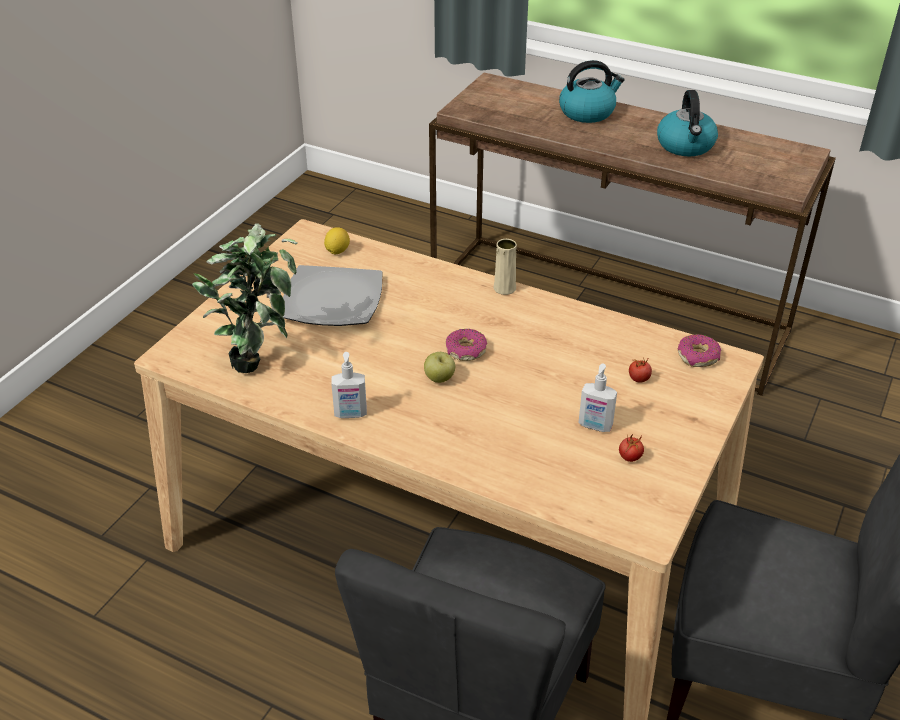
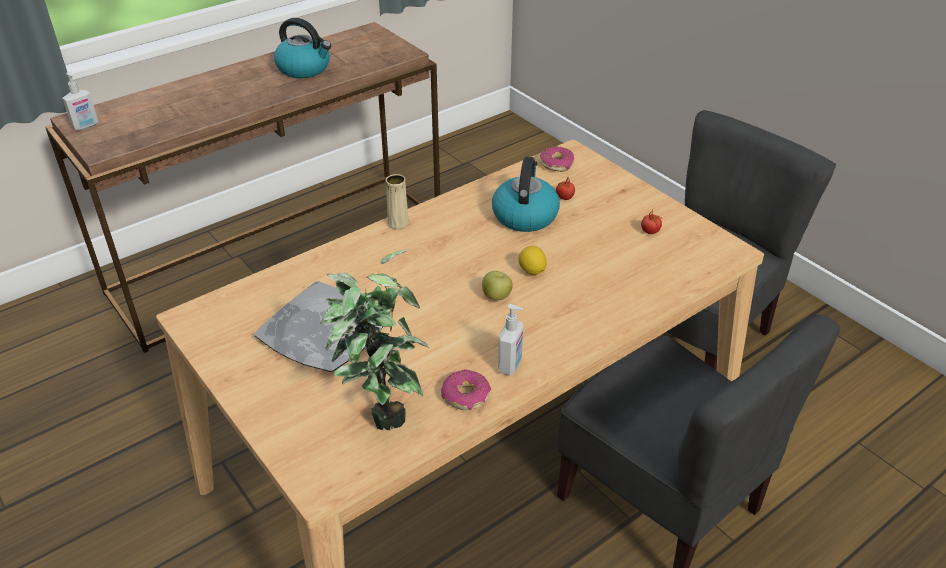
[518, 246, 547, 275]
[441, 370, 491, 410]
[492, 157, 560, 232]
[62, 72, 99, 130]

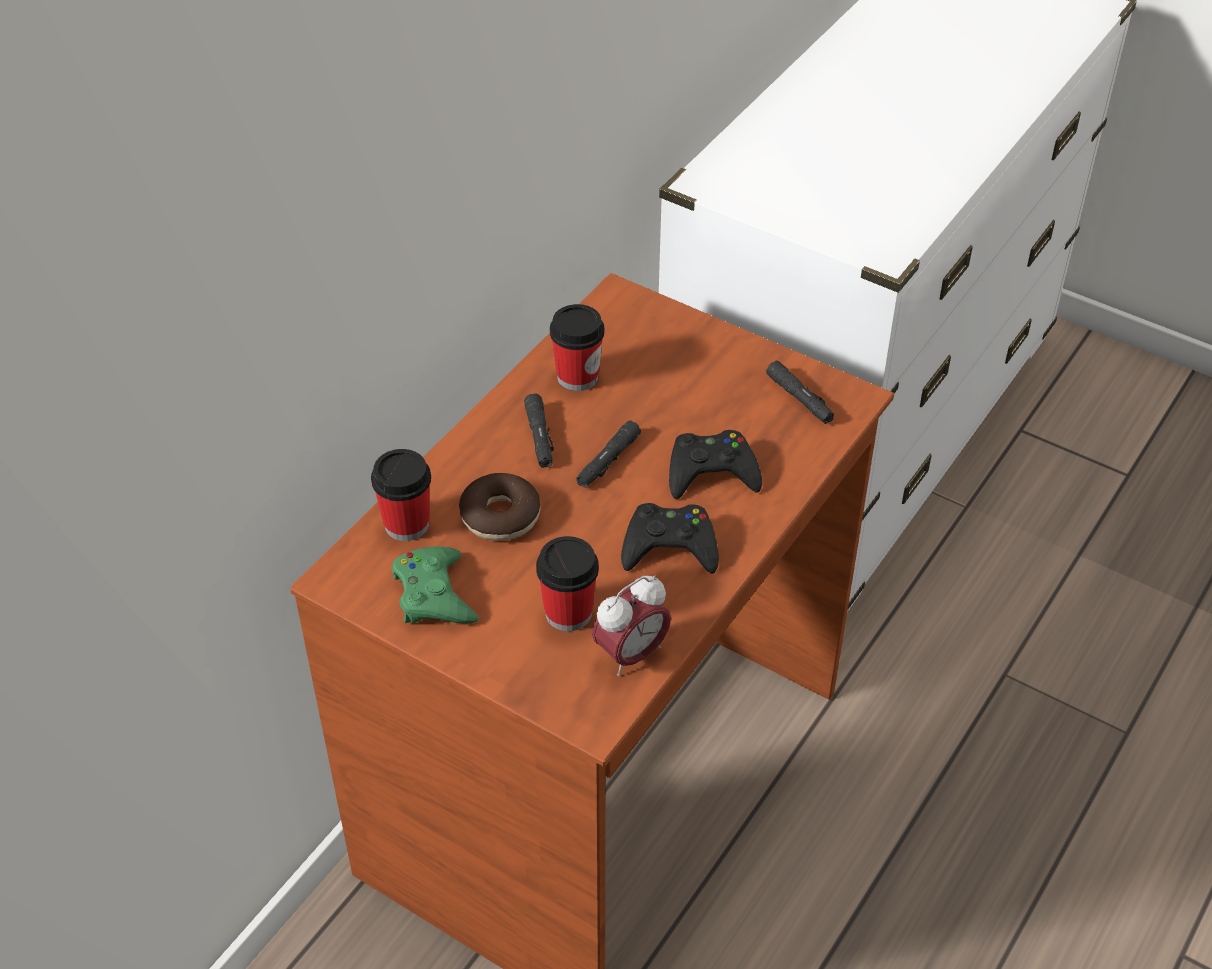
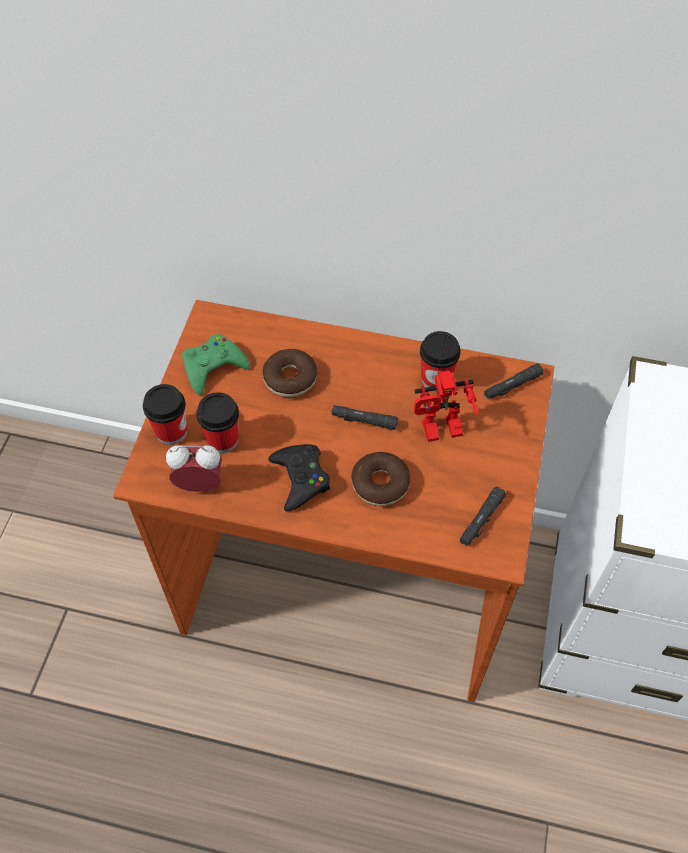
[414, 370, 478, 442]
[143, 384, 187, 445]
[484, 363, 544, 399]
[351, 452, 410, 506]
[166, 445, 222, 492]

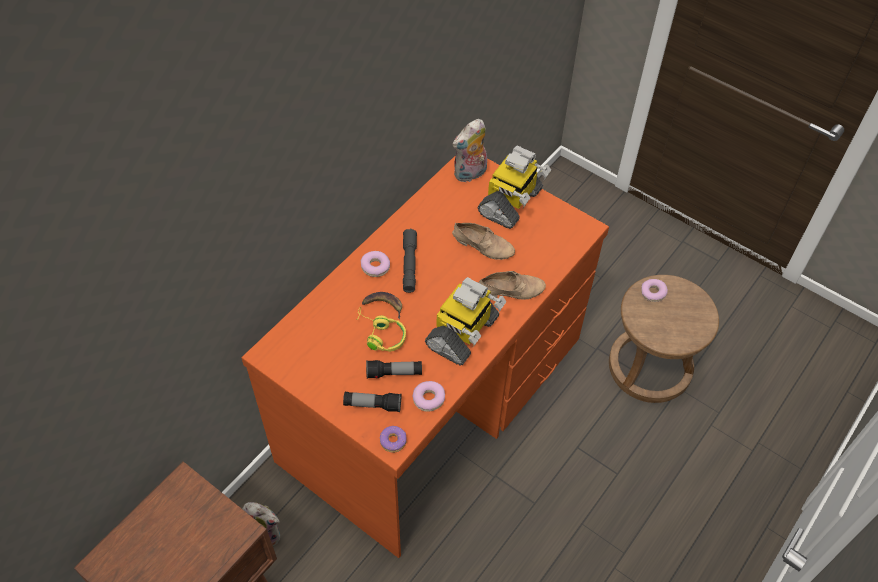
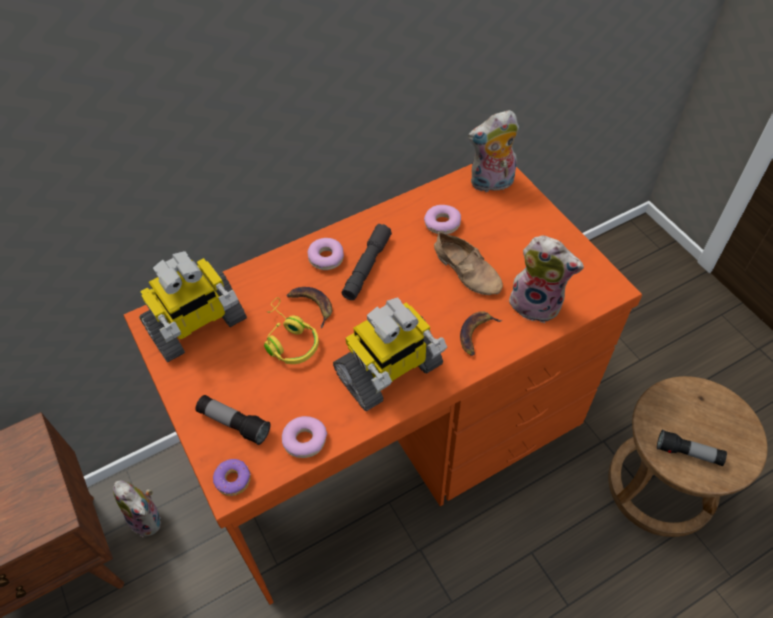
[507, 235, 584, 323]
[657, 429, 727, 466]
[139, 251, 247, 363]
[424, 205, 461, 235]
[460, 311, 502, 356]

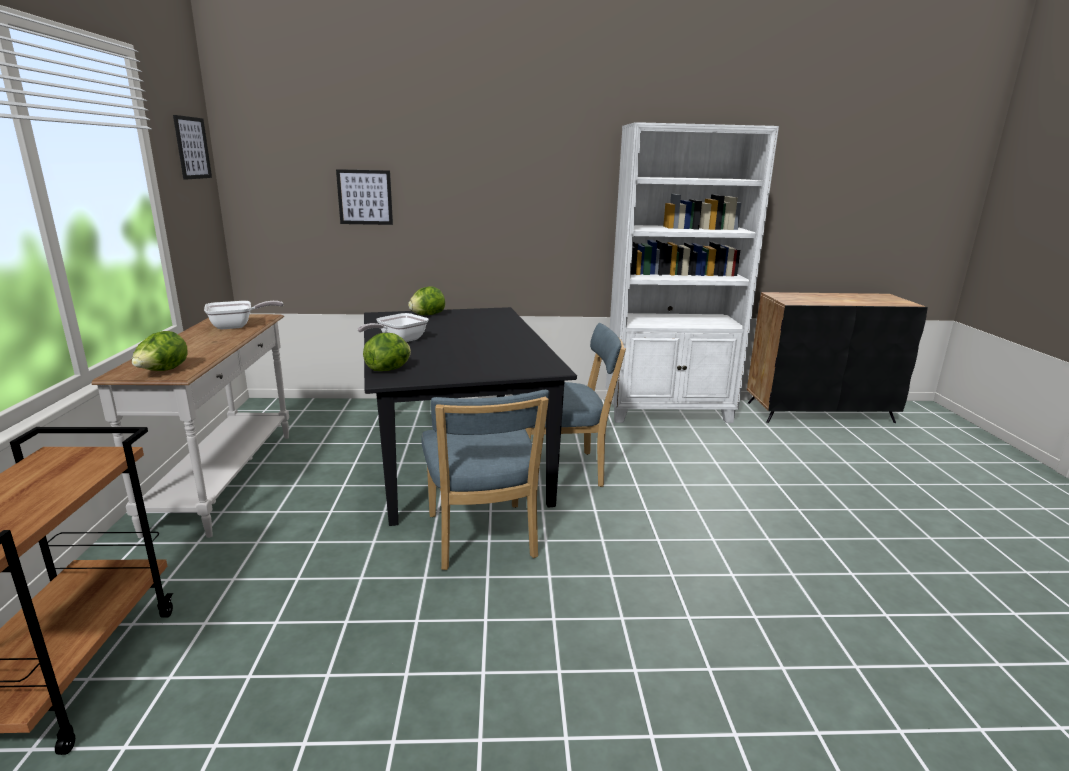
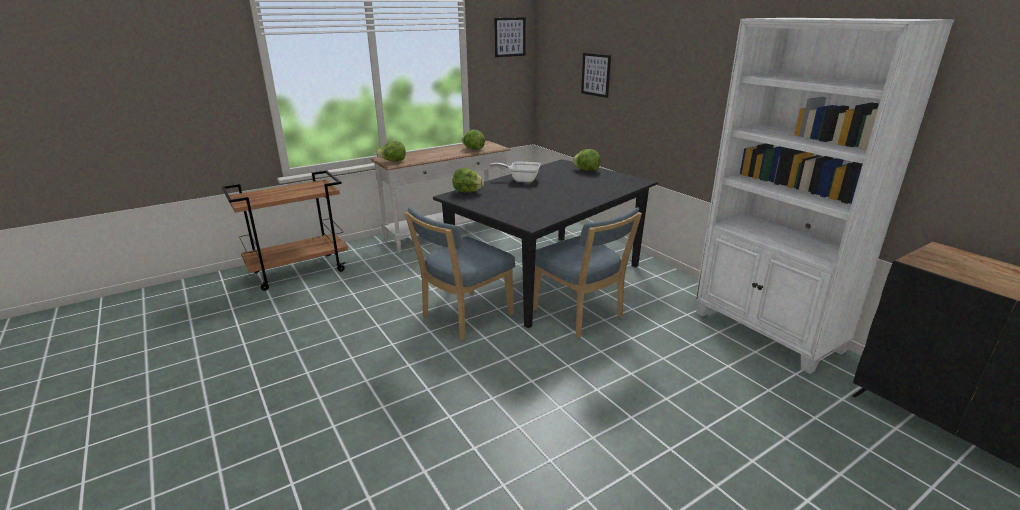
[462, 130, 485, 150]

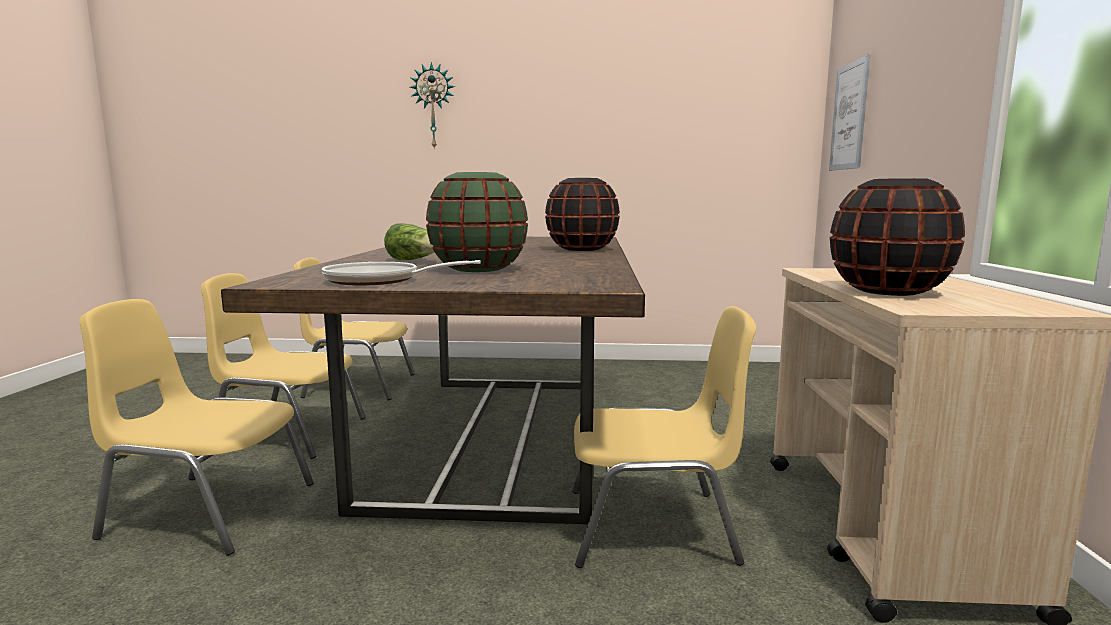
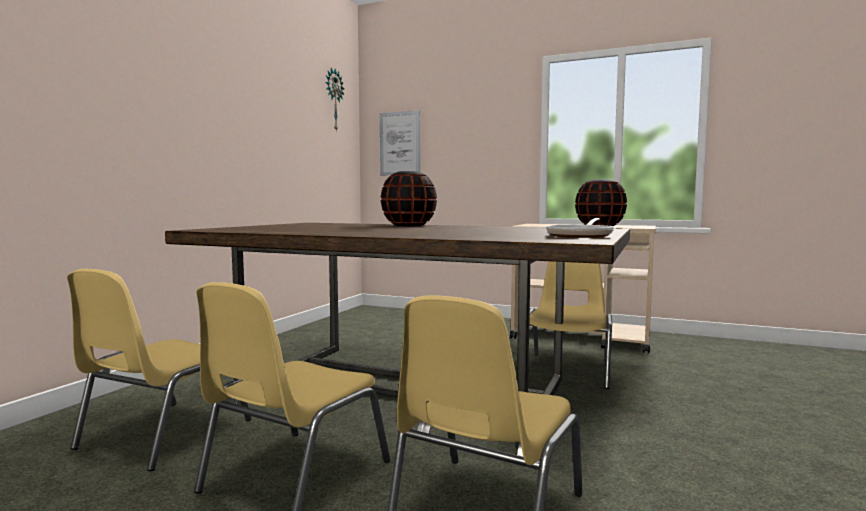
[384, 223, 434, 260] (first image)
[426, 172, 528, 272] (first image)
[326, 68, 344, 130]

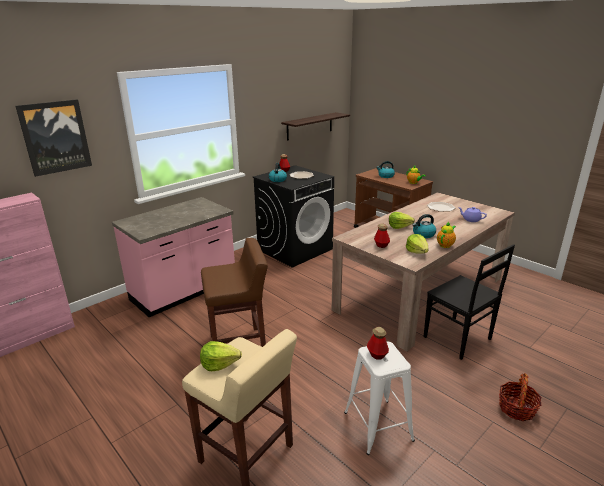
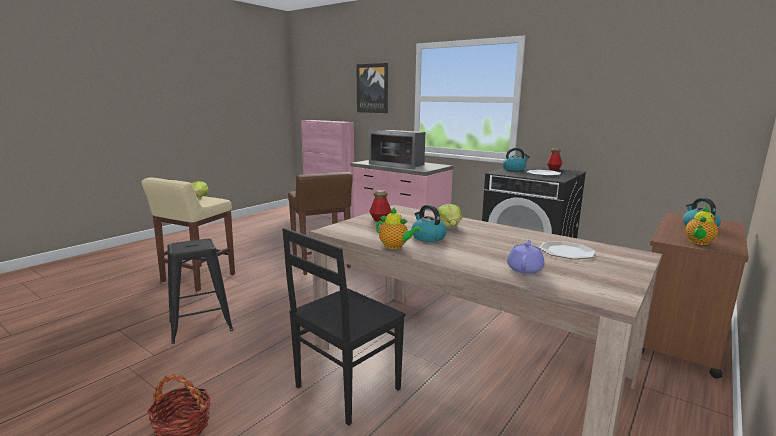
[281, 112, 350, 141] (first image)
[367, 327, 389, 360] (first image)
[406, 234, 428, 254] (first image)
[369, 130, 425, 169]
[167, 239, 233, 344]

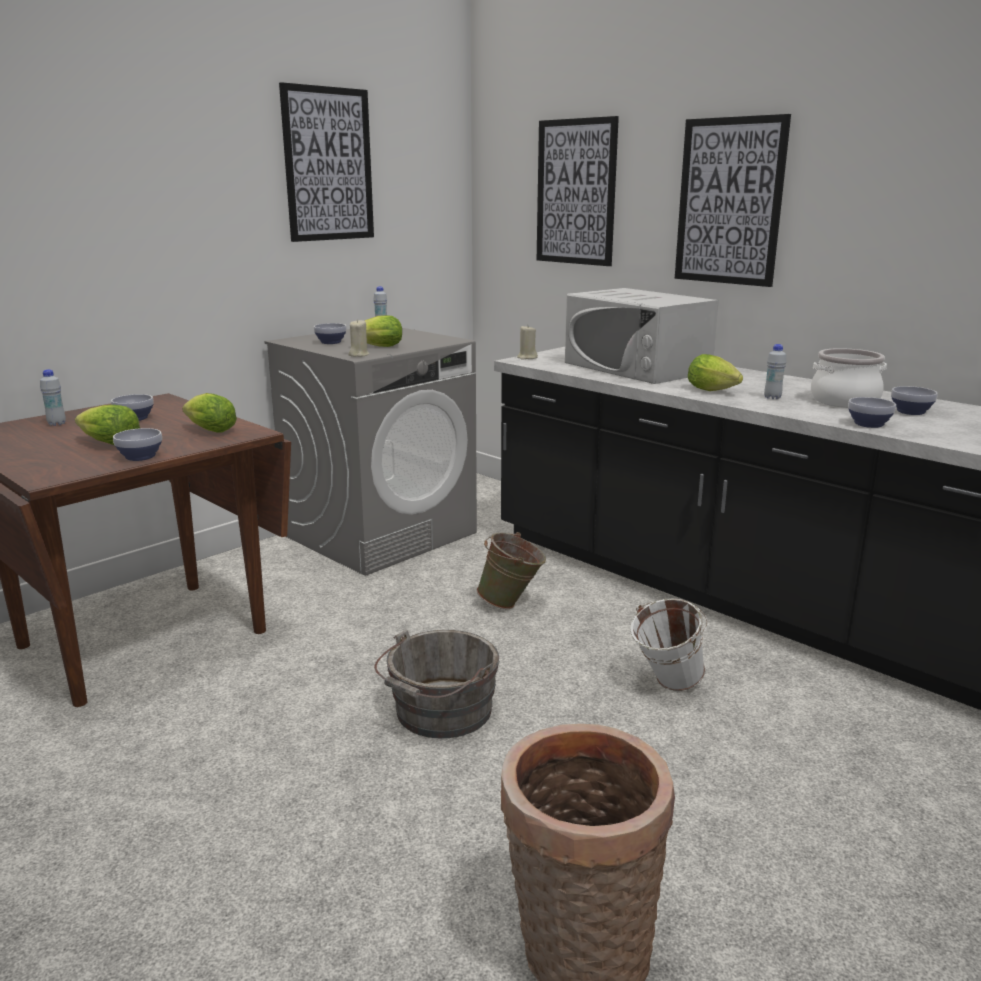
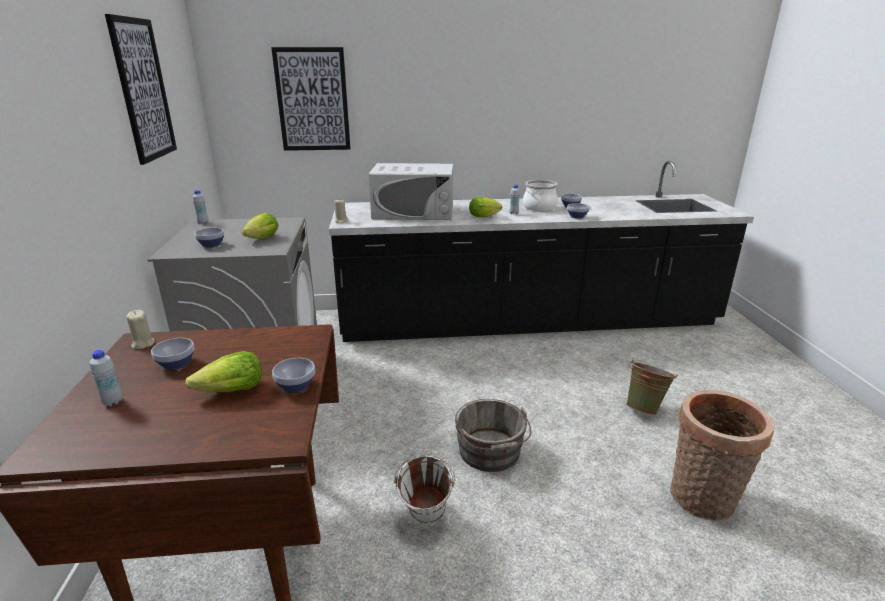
[182, 393, 237, 433] (first image)
[675, 114, 791, 287] (first image)
[126, 310, 155, 349]
[626, 359, 677, 415]
[394, 455, 455, 523]

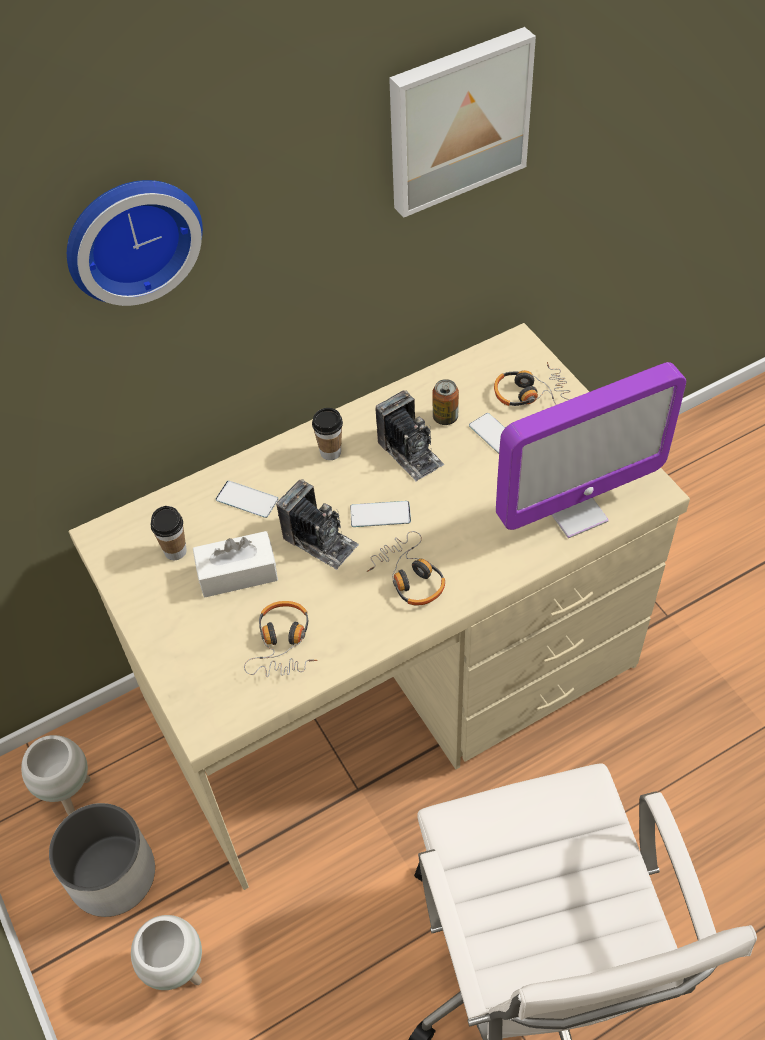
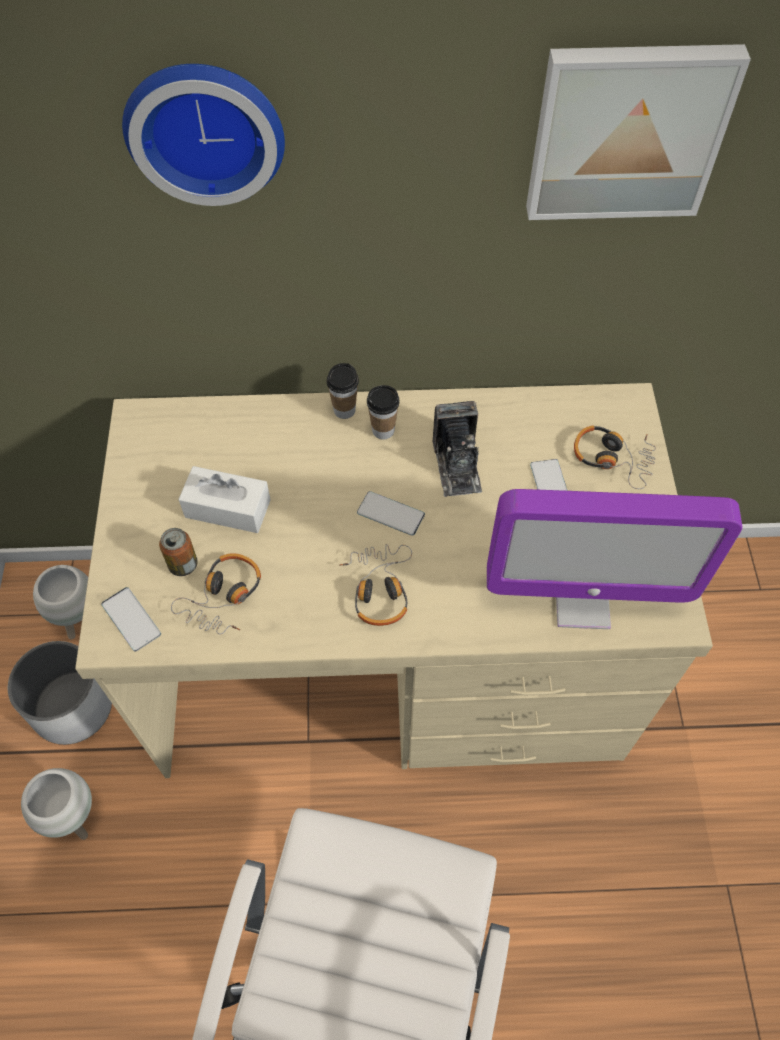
[276, 479, 359, 570] (first image)
[327, 363, 359, 419]
[101, 587, 161, 652]
[159, 528, 198, 576]

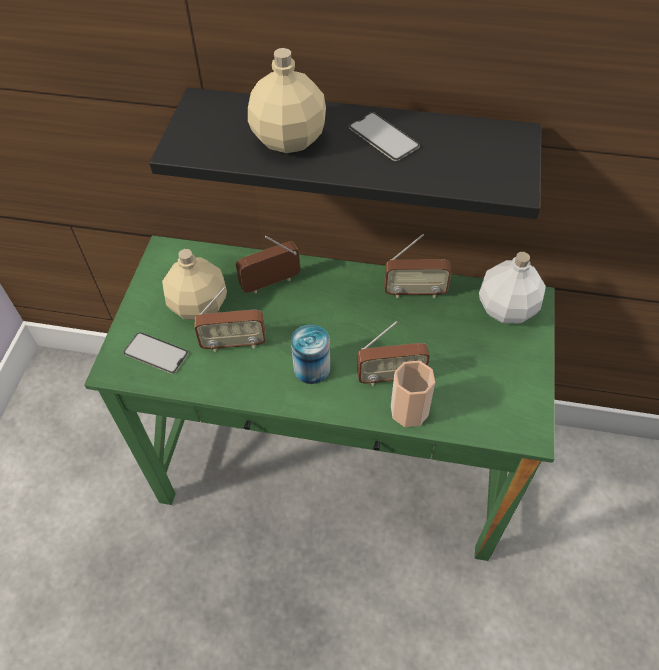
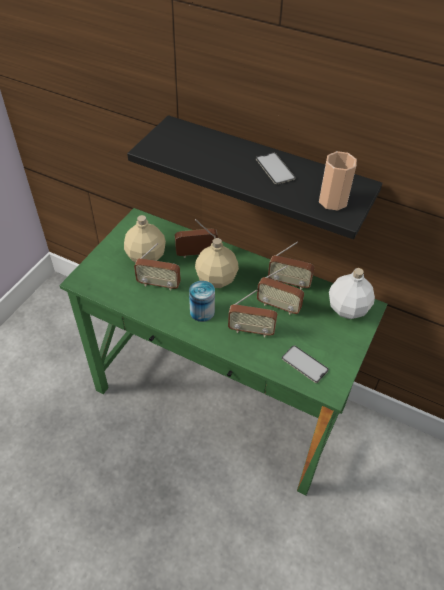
[257, 266, 304, 315]
[282, 346, 329, 383]
[195, 238, 239, 288]
[319, 151, 357, 211]

